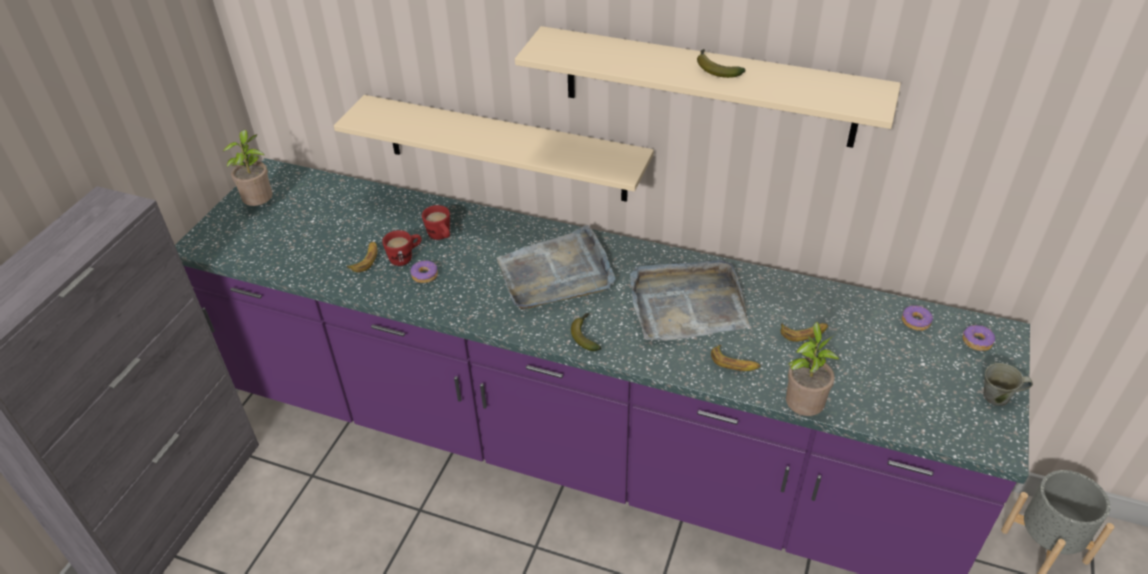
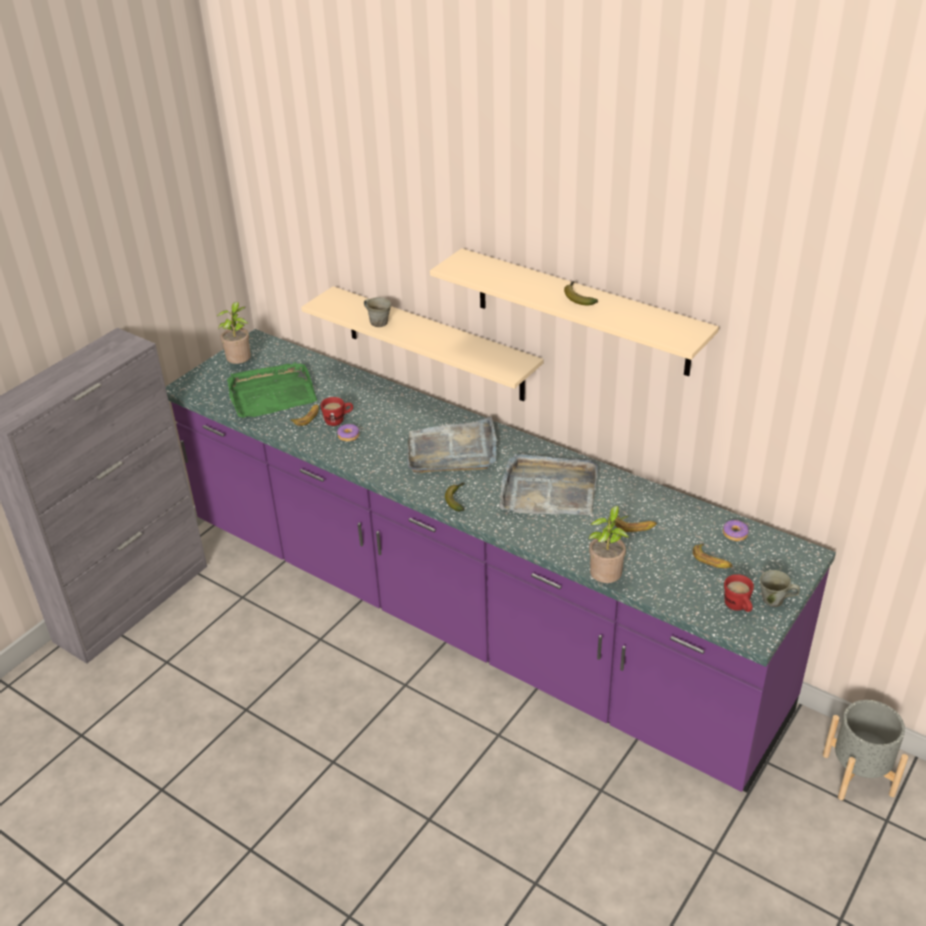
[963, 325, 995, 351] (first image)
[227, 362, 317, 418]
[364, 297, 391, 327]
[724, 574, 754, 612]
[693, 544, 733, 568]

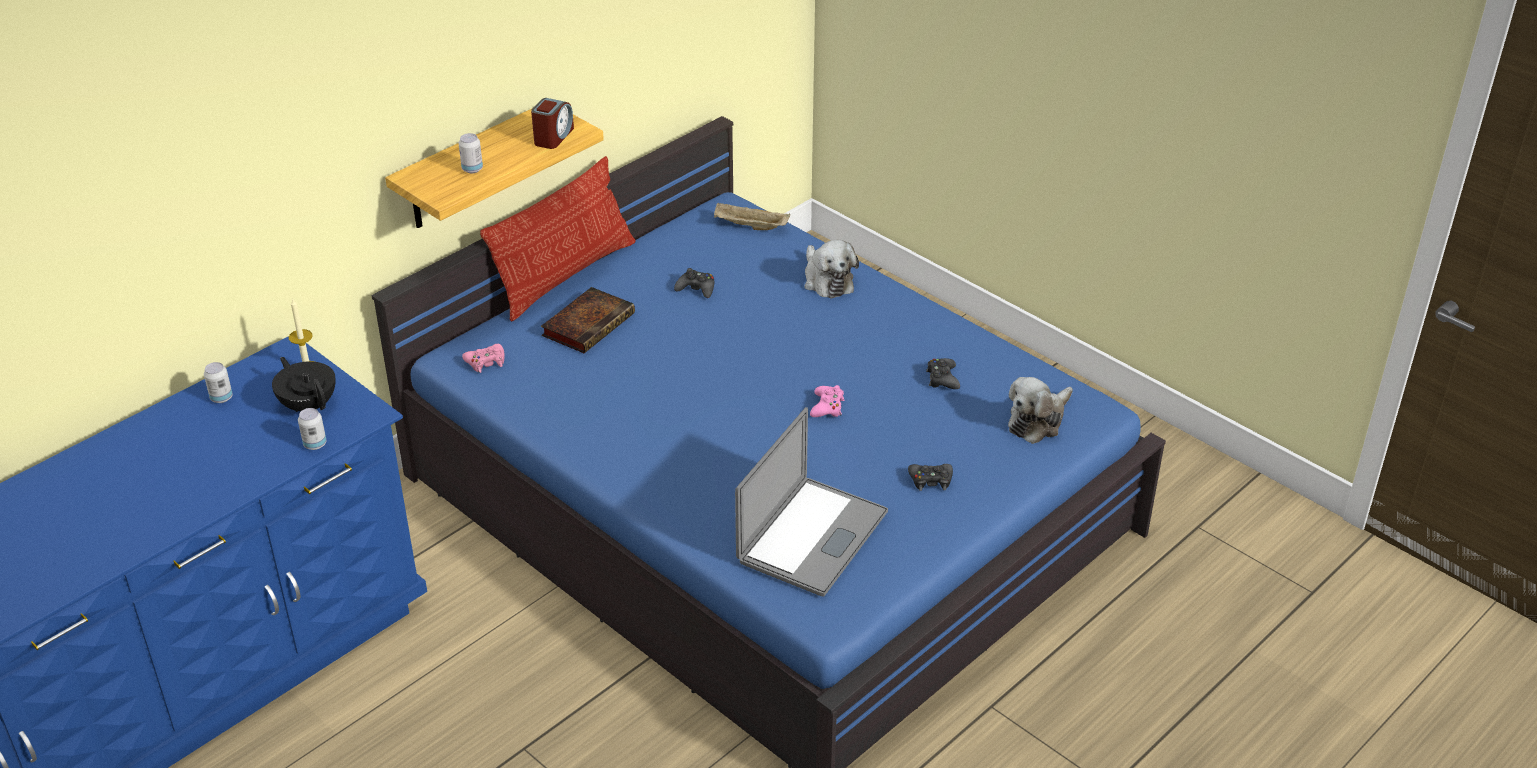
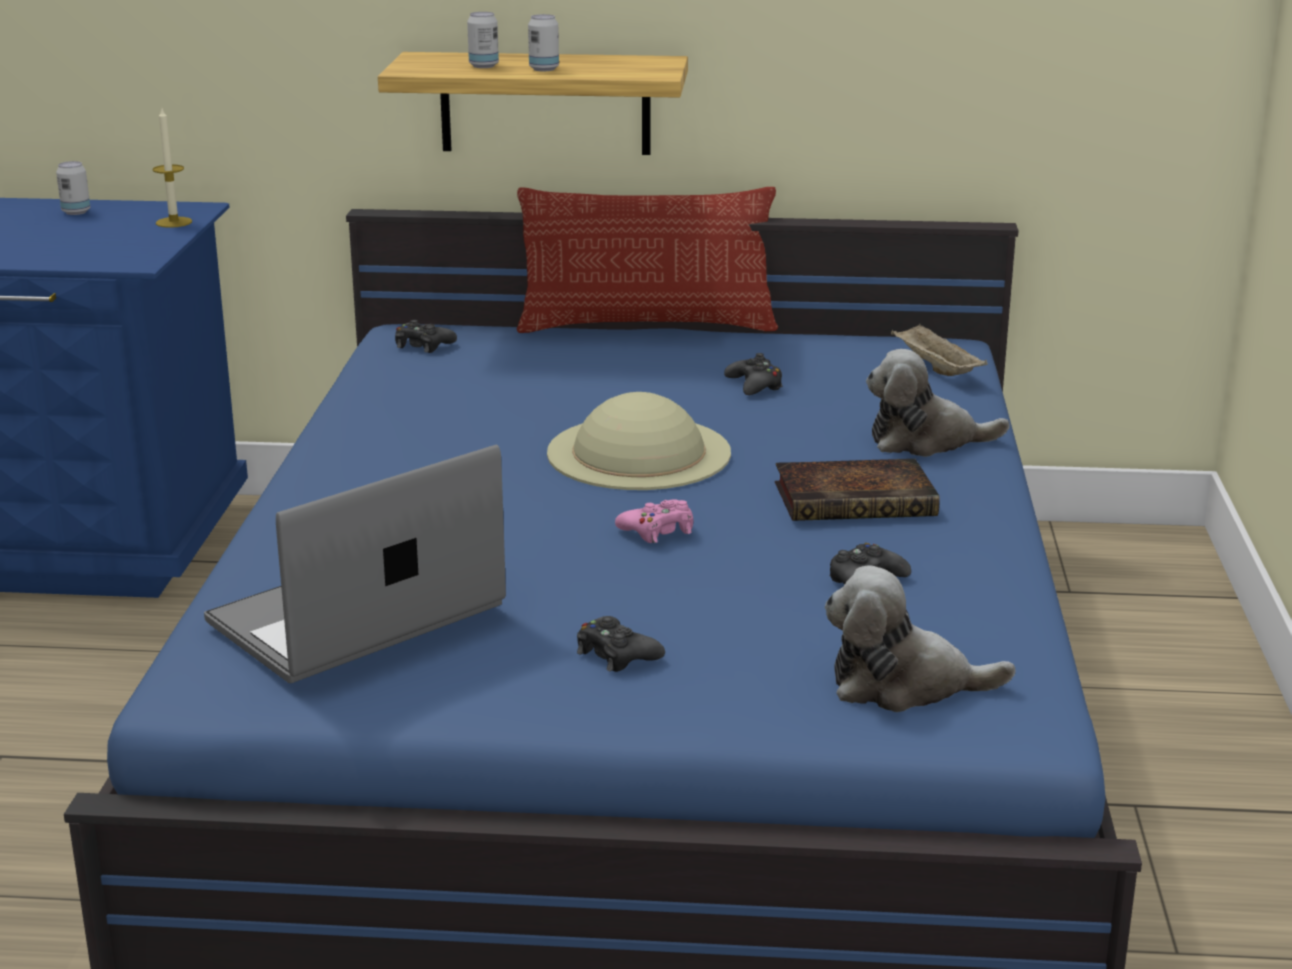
[272, 357, 336, 412] (first image)
[531, 98, 574, 149] (first image)
[547, 392, 731, 490]
[528, 14, 559, 71]
[775, 459, 940, 521]
[395, 320, 457, 353]
[204, 445, 506, 683]
[866, 349, 1010, 457]

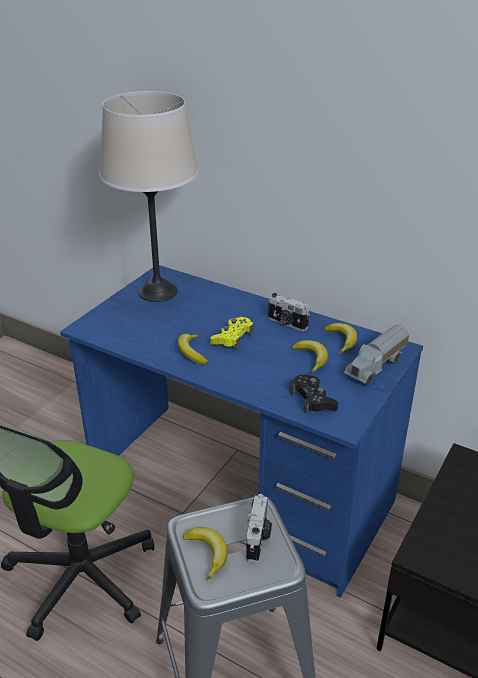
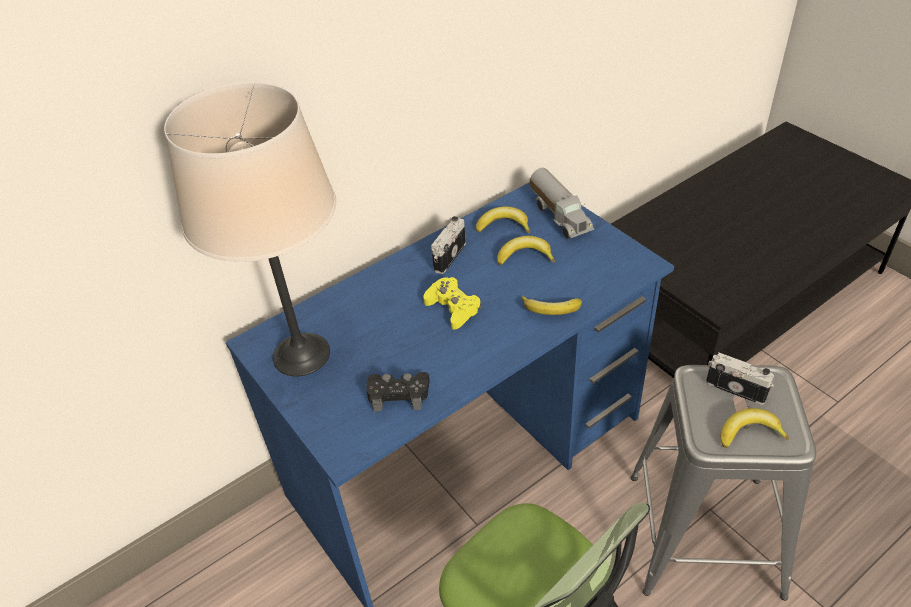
[521, 296, 582, 315]
[366, 372, 430, 412]
[431, 216, 466, 274]

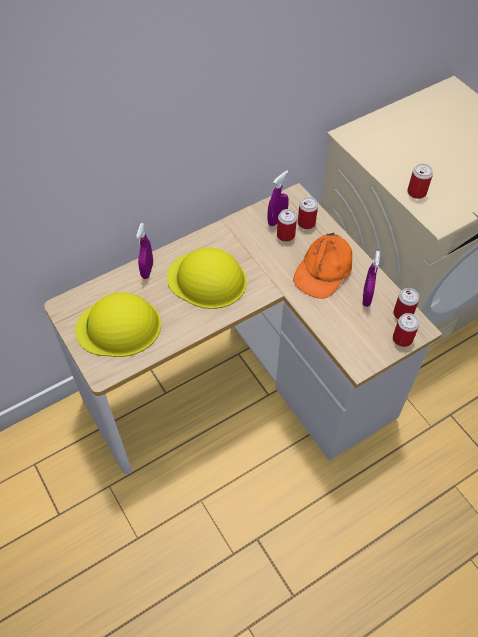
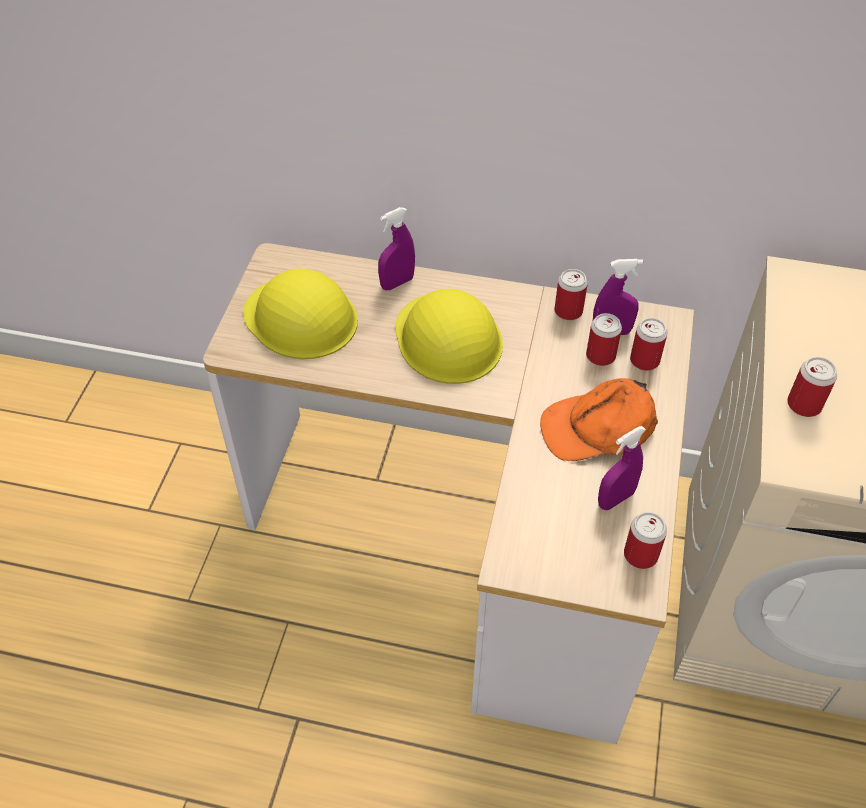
[554, 269, 588, 320]

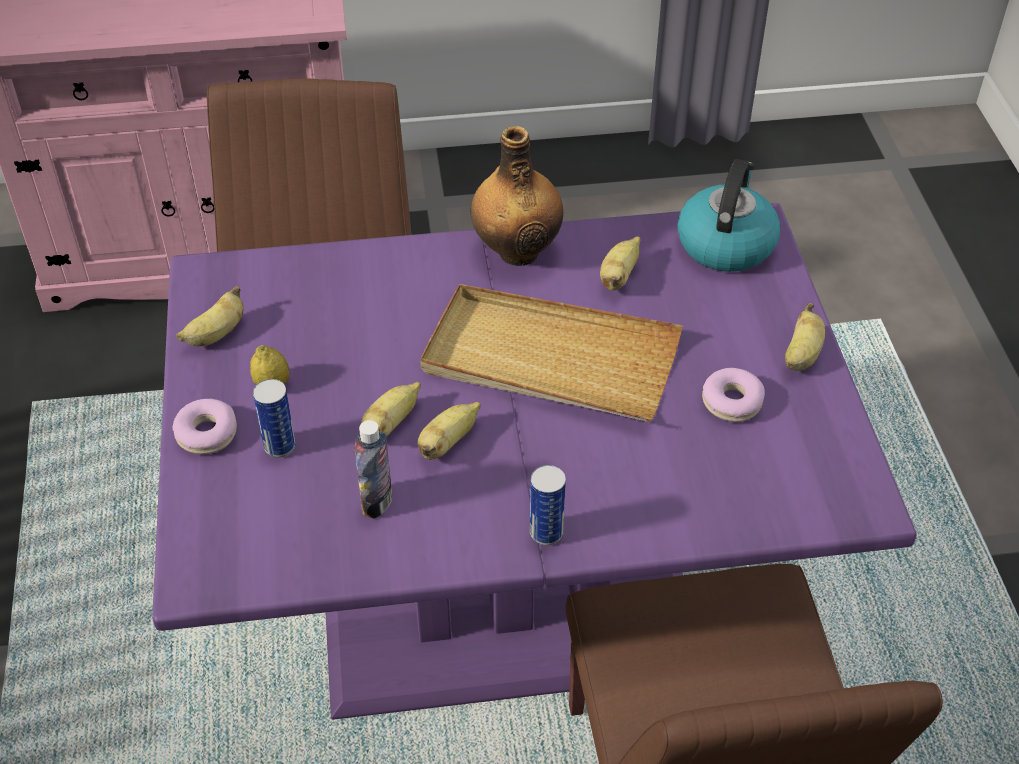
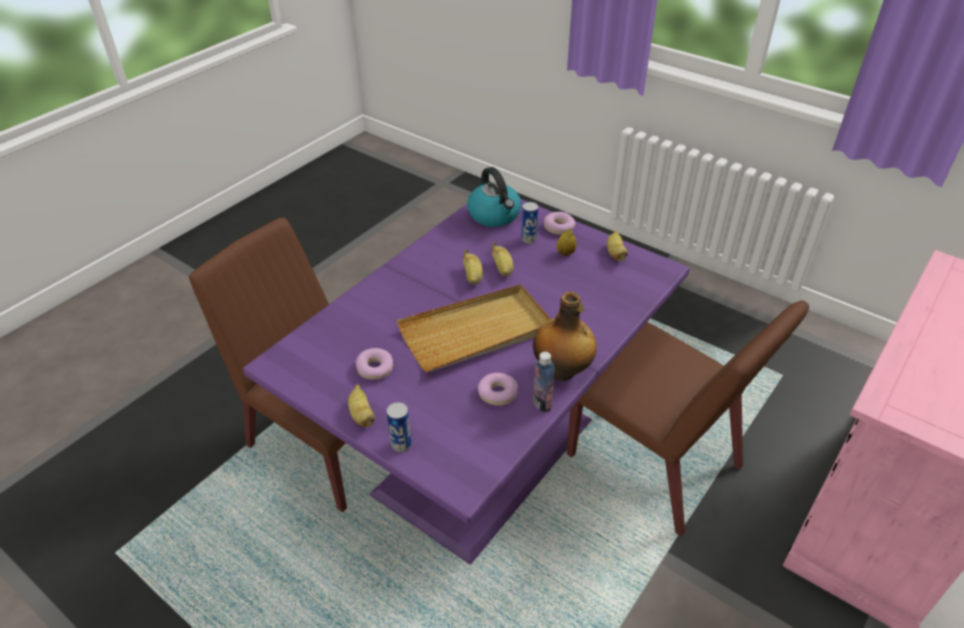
[533, 352, 555, 412]
[387, 402, 412, 452]
[467, 167, 521, 227]
[478, 373, 518, 406]

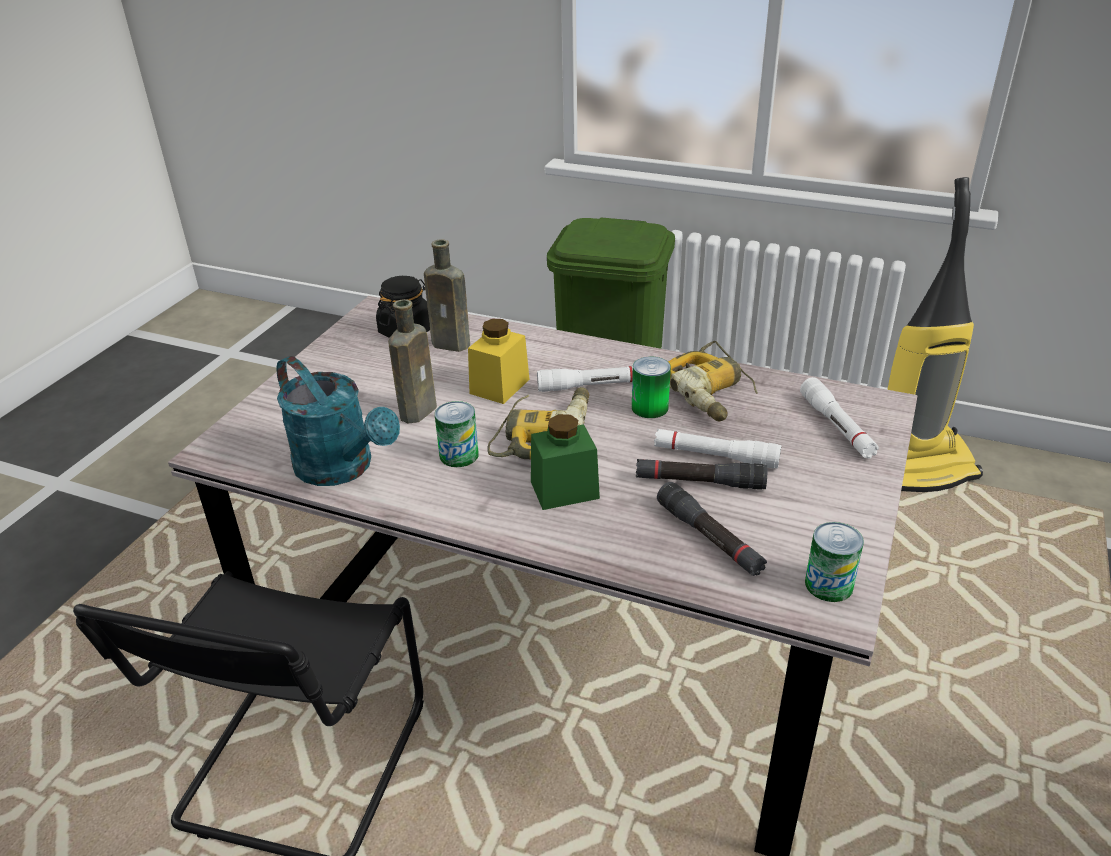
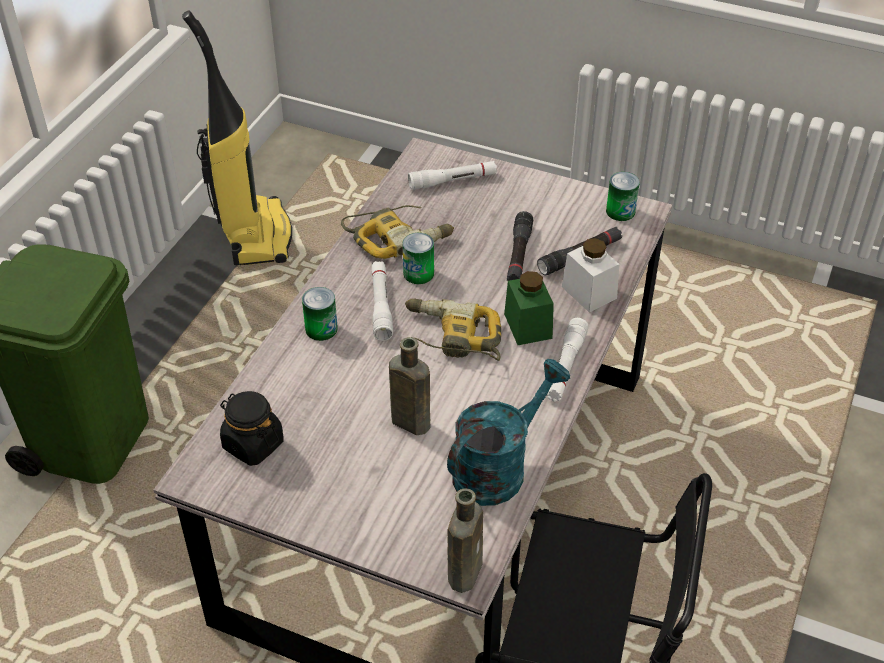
[468, 319, 530, 404] (first image)
[562, 238, 619, 312]
[447, 488, 483, 593]
[302, 287, 338, 341]
[547, 318, 588, 402]

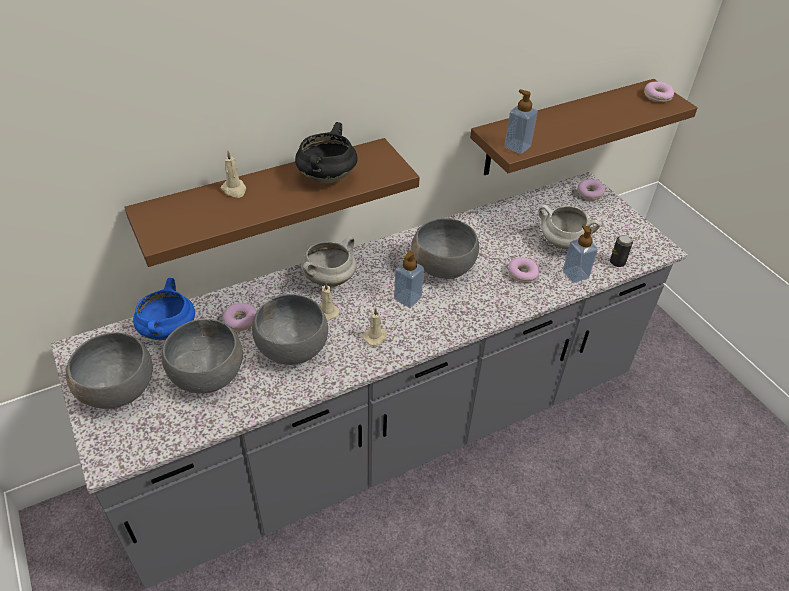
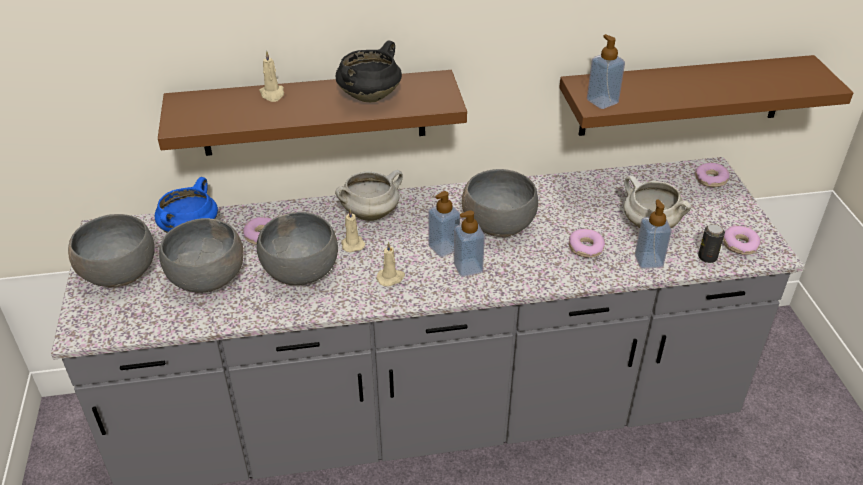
[454, 210, 485, 277]
[723, 226, 760, 255]

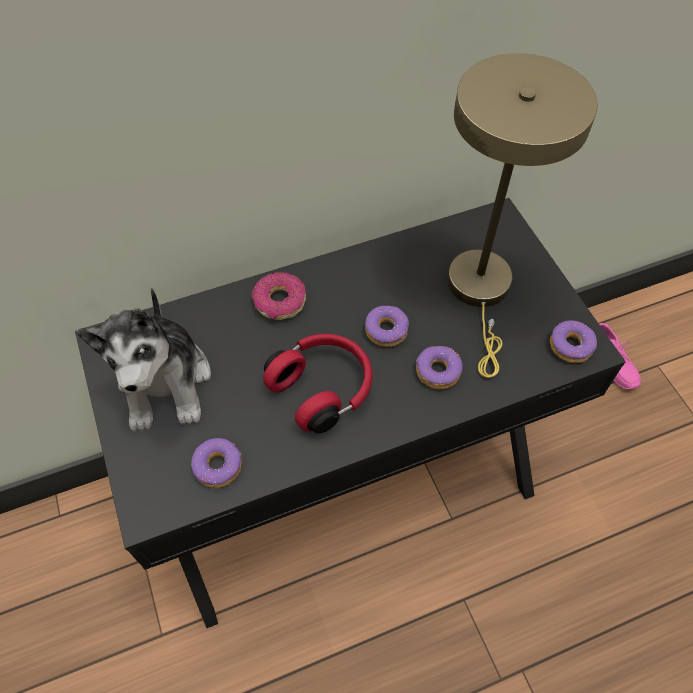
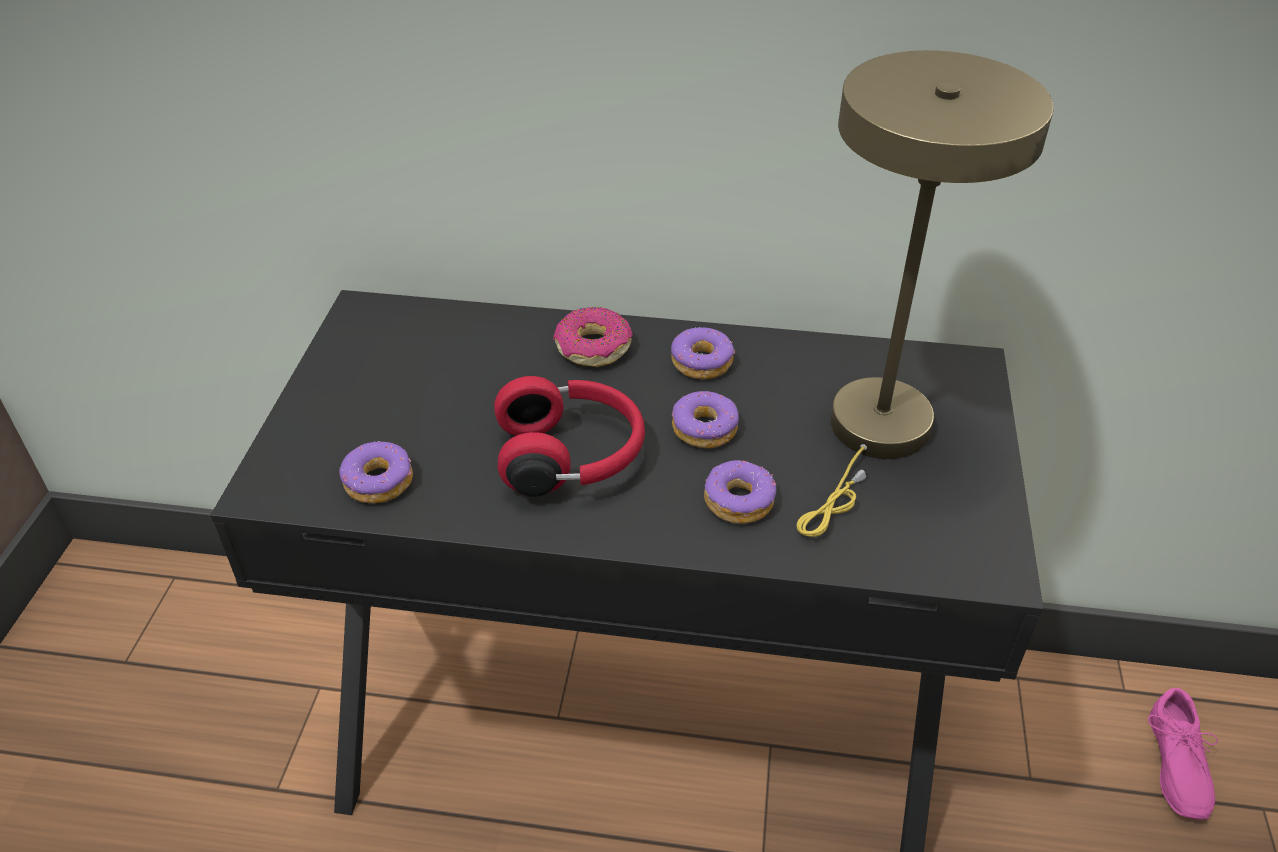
[76, 288, 211, 432] (first image)
[671, 327, 735, 379]

